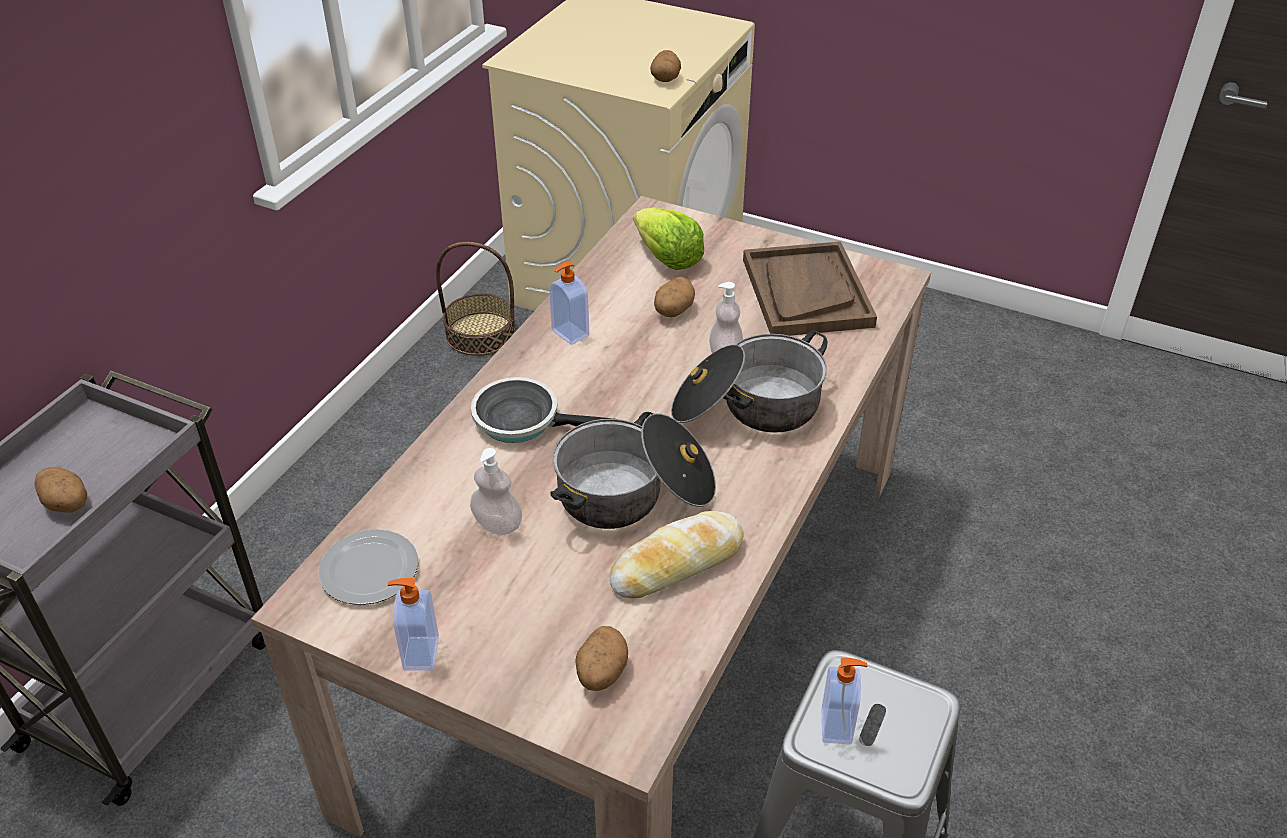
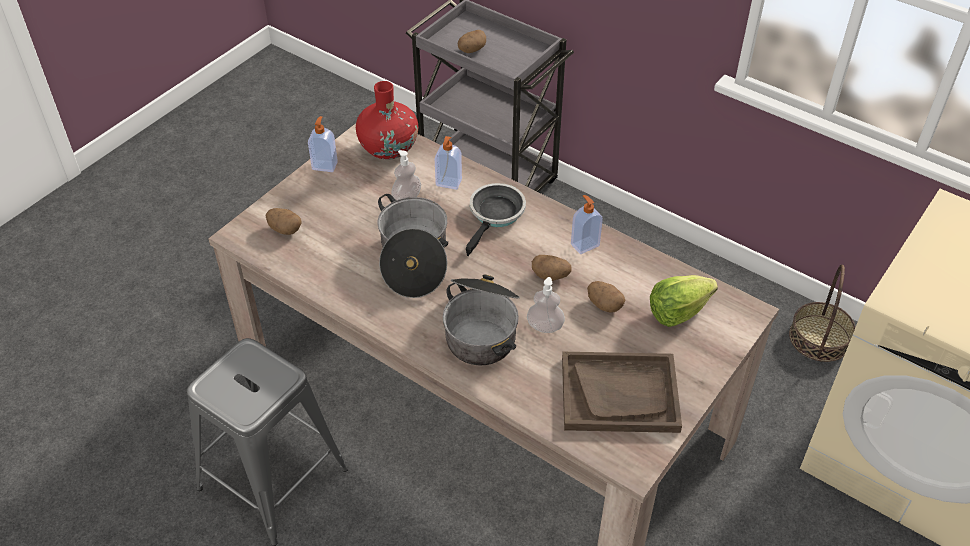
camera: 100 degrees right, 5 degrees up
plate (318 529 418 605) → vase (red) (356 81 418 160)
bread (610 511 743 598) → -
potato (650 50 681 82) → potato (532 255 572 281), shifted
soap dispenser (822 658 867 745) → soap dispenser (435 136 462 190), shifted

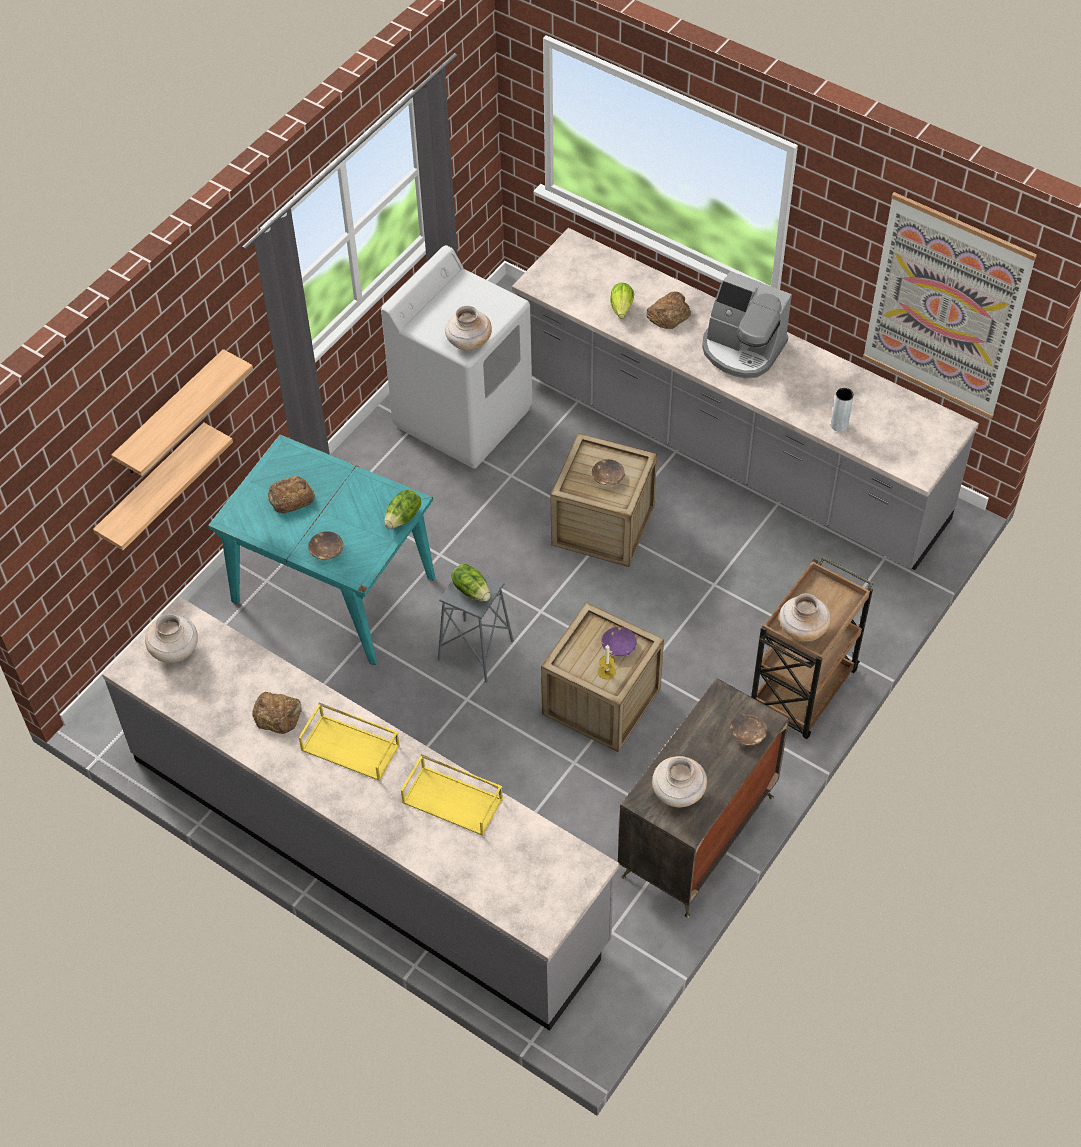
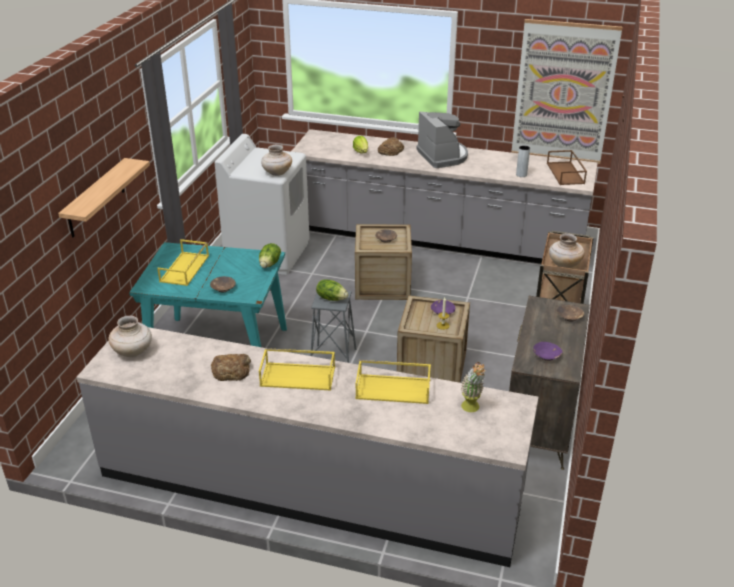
camera: 20 degrees left, 20 degrees down
shelf (93 422 233 550) → -
bread (268 476 315 513) → tray (yellow) (157 239 209 286)
vase (beige) (652 756 707 807) → bowl (purple) (533 342 562 361)
coffee machine (702 271 792 379) → coffee machine (416 111 468 168), 120 degrees counterclockwise
- → potted plant (460 362 486 412)
- → tray (brown) (547 150 587 185)

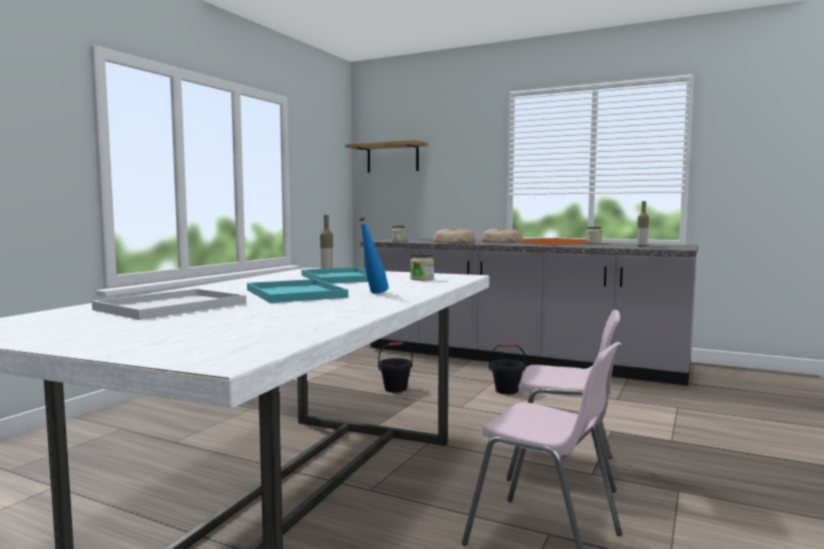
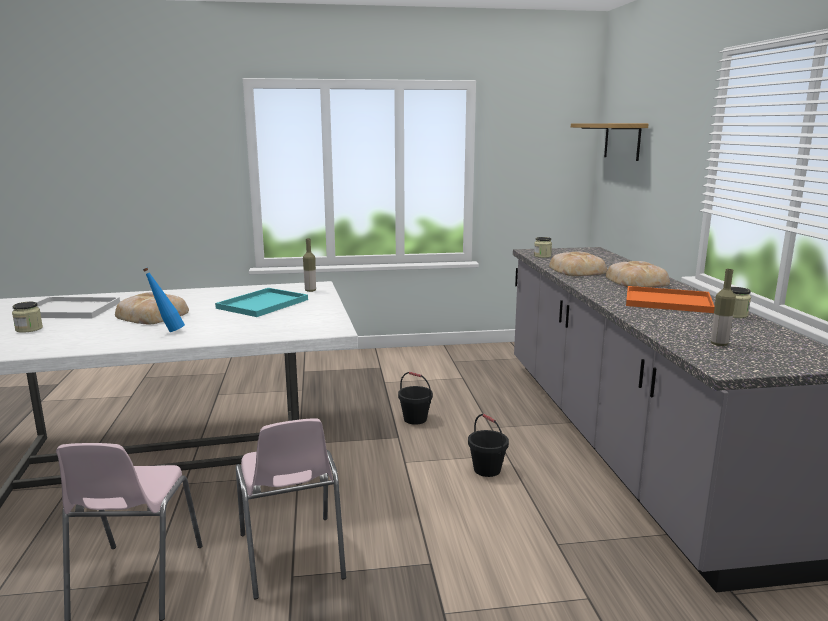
camera: 55 degrees right, 10 degrees up
tray (turquoise) (247 279 348 303) → bread (115 292 189 324)
jar (410 253 434 281) → jar (12 302 43 333), shifted

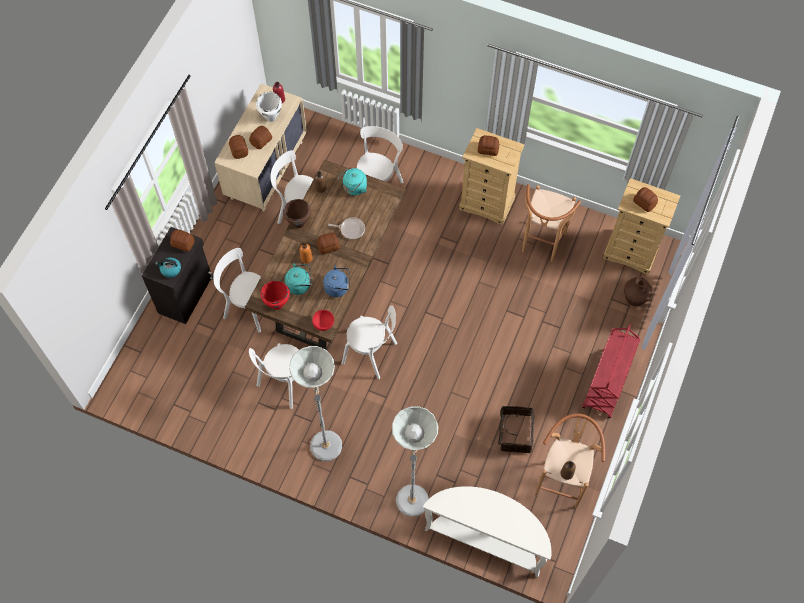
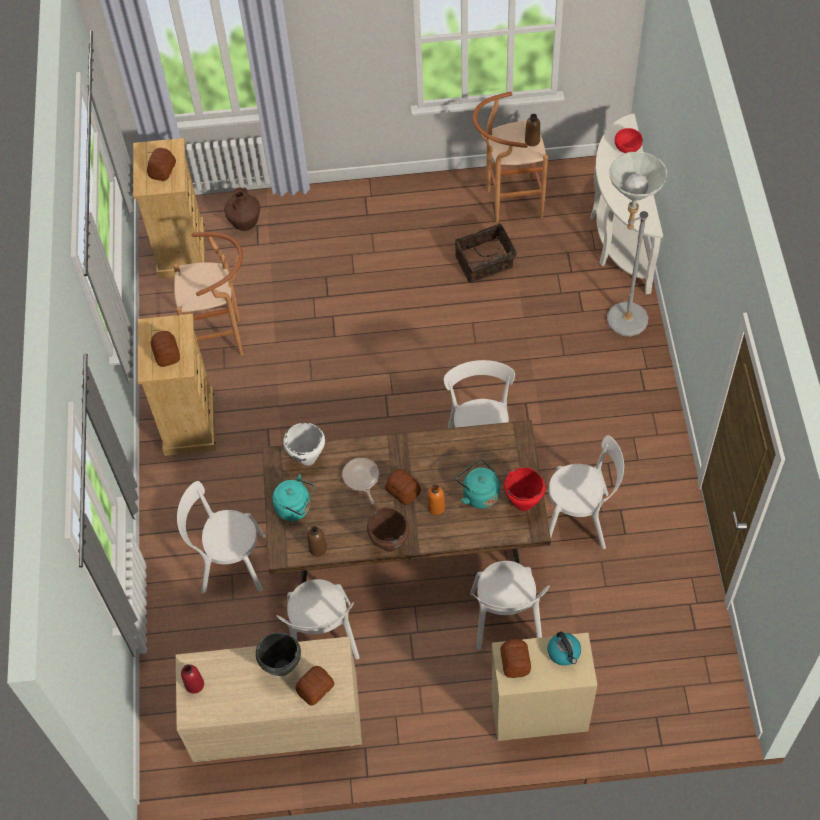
camera: 115 degrees left, 5 degrees down
cabinet (black) (142 227 213 324) → cabinet (beige) (491 633 597 741)
bread (249 126 272 149) → cooking pot (black) (256 633 301 676)
cooking pot (white) (256 92 282 122) → cooking pot (white) (283 423 325 466), shifted
floor lamp (grey) (289 346 342 461) → -
bowl (red) (312 310 334 331) → bowl (red) (614 128 643 153), shifted
kettle (blue) (323 265 350 297) → -
cart (red) (582 324 641 418) → -

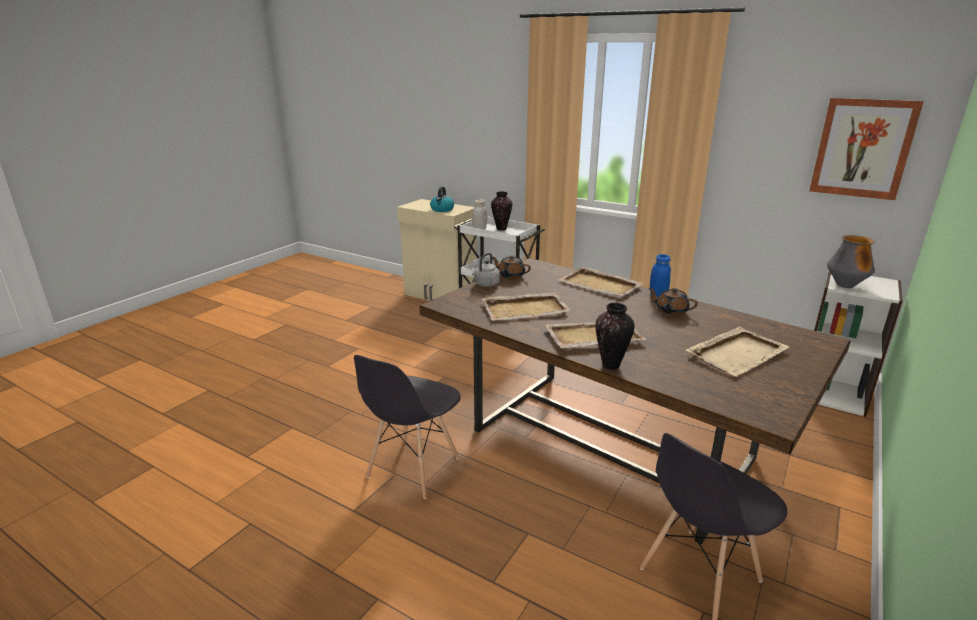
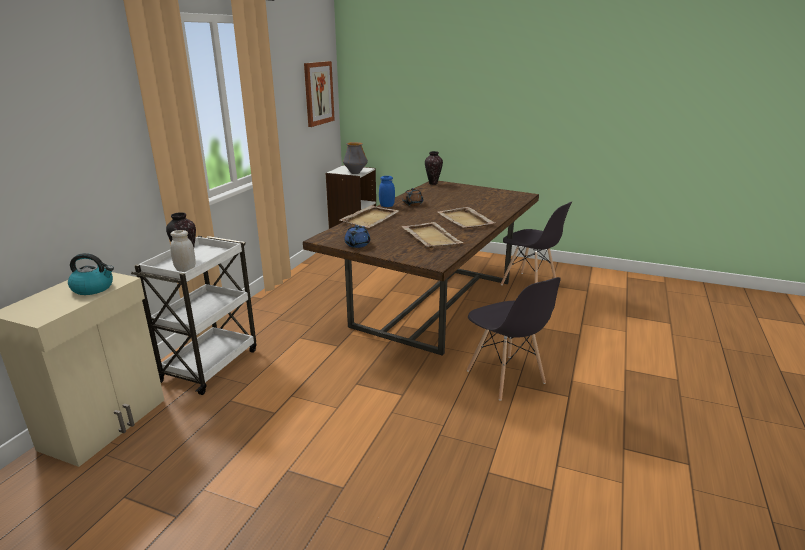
camera: 100 degrees left, 0 degrees up
chair (grey) (354 355 461 499) → chair (grey) (467 277 561 401), 45 degrees clockwise
kettle (grey) (472 253 500 287) → -
teapot (brown) (492 255 531 279) → teapot (blue) (344 225 370 248)
vase (595 303 635 370) → vase (425 151 443 185), shifted
tray (beige) (686 327 789 377) → -

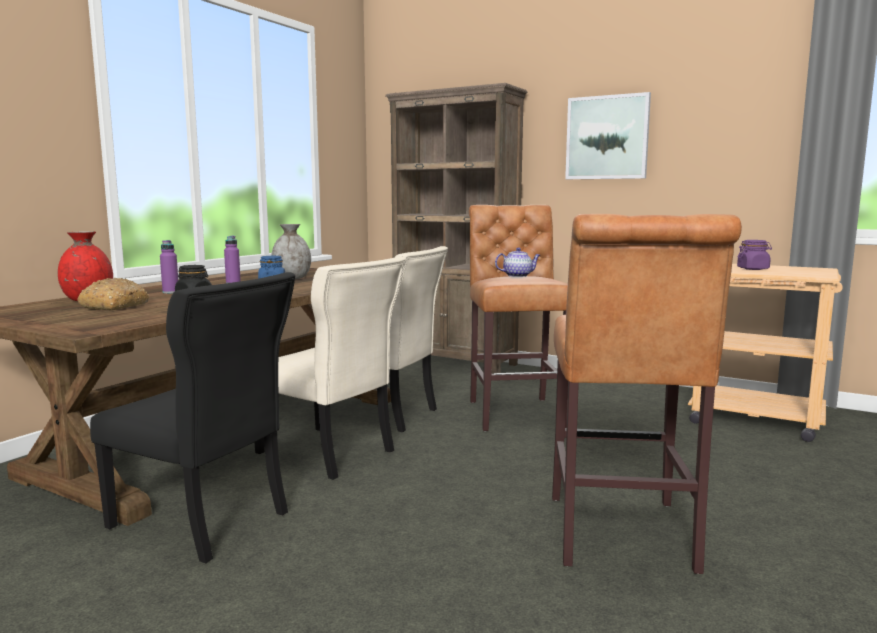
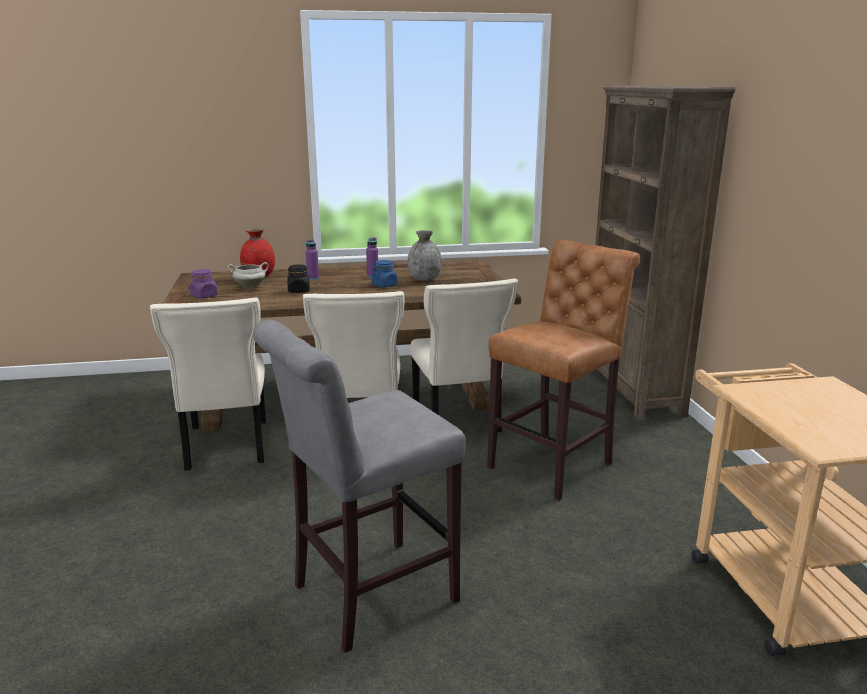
camera: 50 degrees right, 10 degrees up
bread (77 278 149 310) → cooking pot (white) (228 262 269 288)
chair (black) (90 272 295 563) → chair (beige) (150 298 266 471)
teapot (495 248 540 277) → -
stool (brown) (552 214 742 574) → stool (grey) (253 320 466 653)
picture (565 92 651 179) → -
jar (purple) (737 240 772 270) → jar (purple) (190 269 218 298), shifted

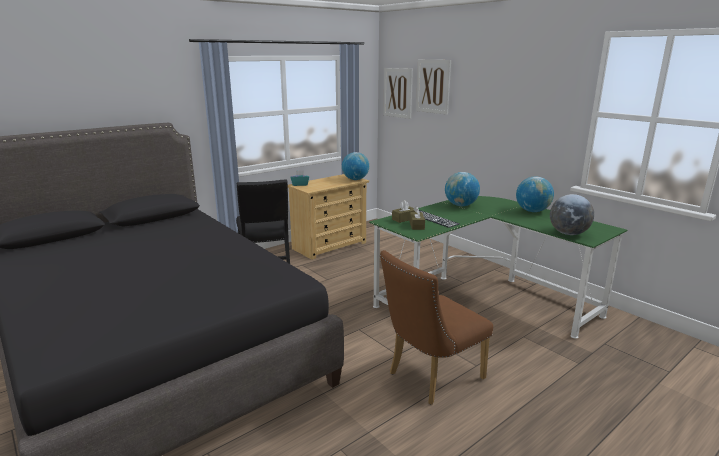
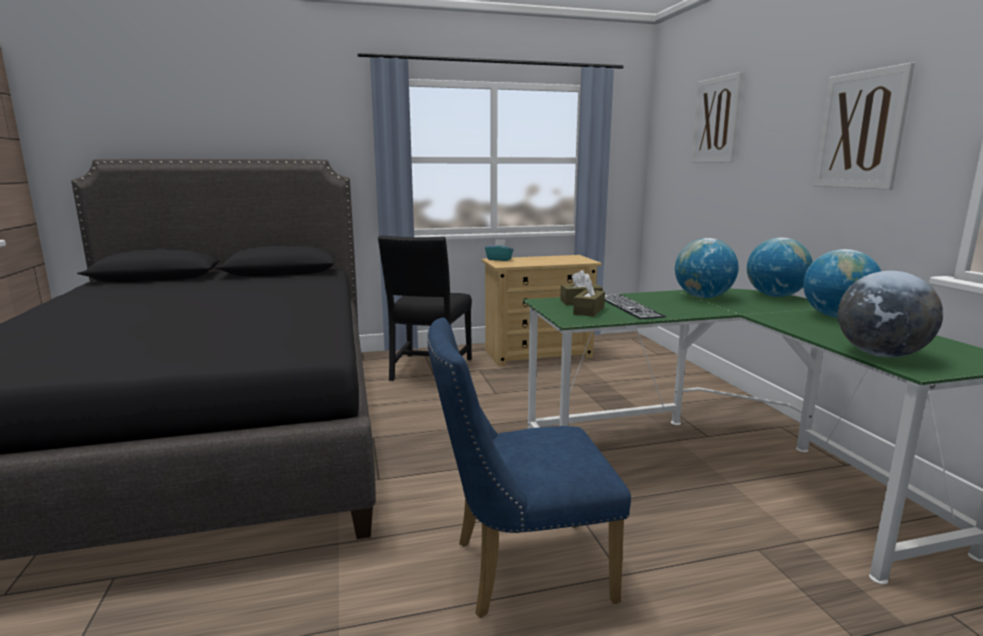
camera: 25 degrees right, 5 degrees down
globe (342 152 369 180) → globe (747 237 813 297), shifted
chair (brown) (380 250 493 405) → chair (blue) (427 318 631 618)
picture (383 68 413 119) → picture (814 62 915 190), shifted

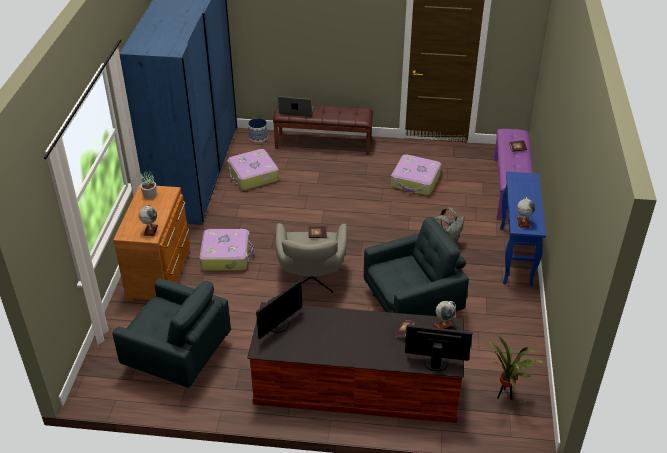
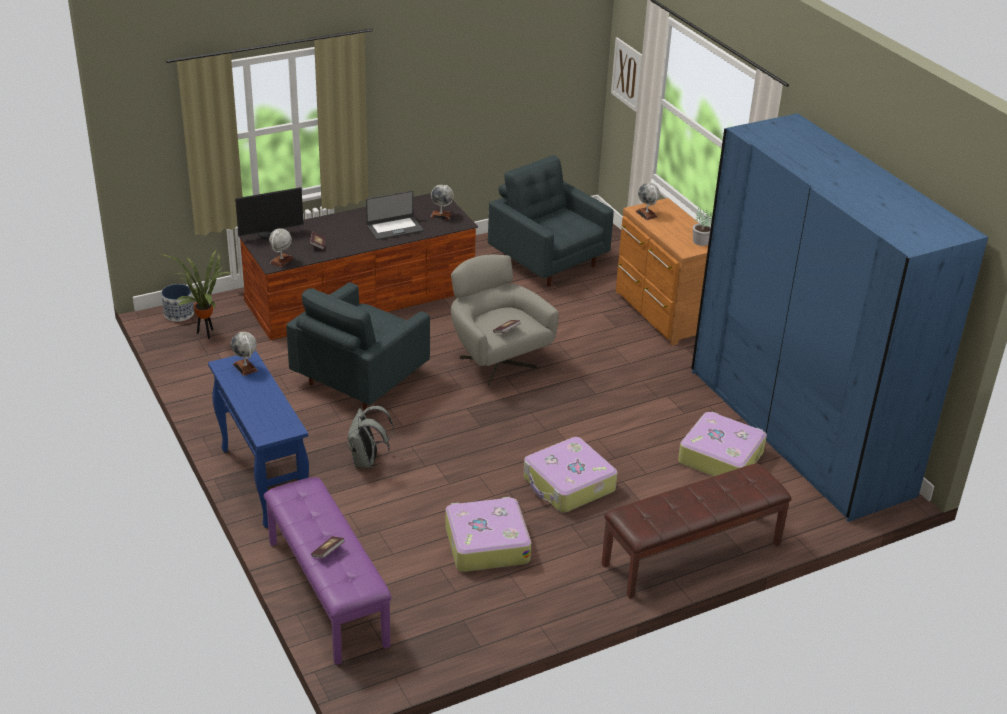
camera: 145 degrees right, 5 degrees down
armchair (grey) (112 278 231 388) → armchair (grey) (488 155 614 287), 60 degrees clockwise
suitcase (200 229 254 271) → suitcase (523 437 617 513), shifted
planter (248 118 268 142) → planter (161 284 194 322), shifted
monitor (256 279 302 339) → globe (430 185 454 220)
laptop (278 96 315 117) → laptop (366 191 424 240), shifted
- → picture (611 37 642 112)

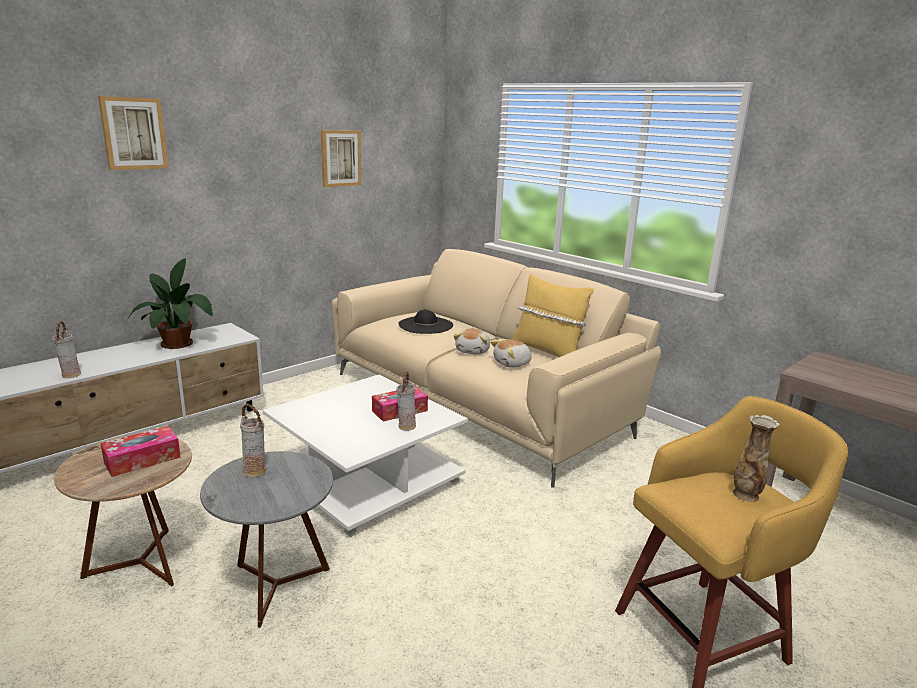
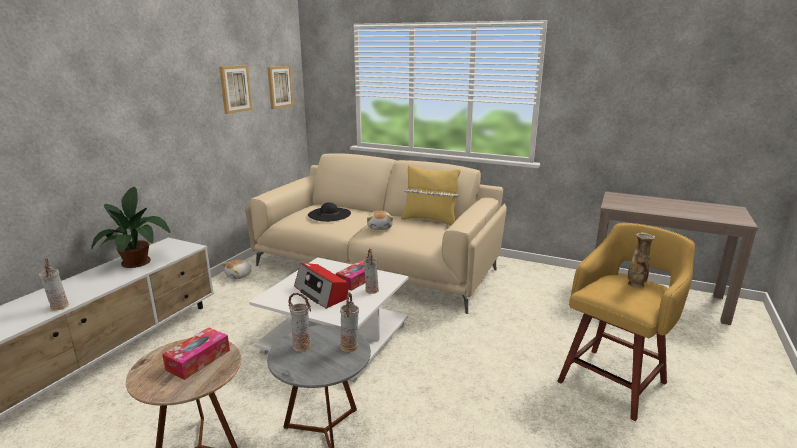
camera: 20 degrees left, 0 degrees up
picture (98 96 168 170) → picture (267 66 293 109), shifted
plush toy (490 339 532 368) → plush toy (221 260 252 280), shifted
- → radio (294 263 348 309)
- → vase (340 292 359 352)

